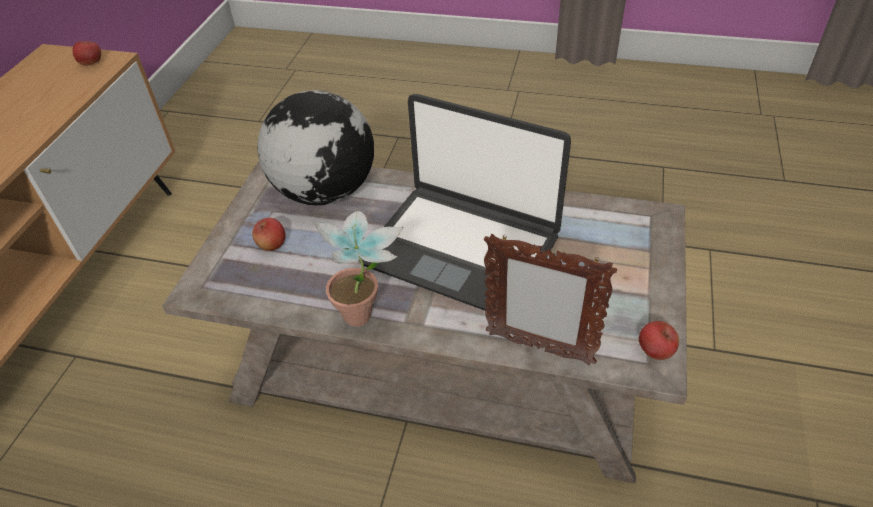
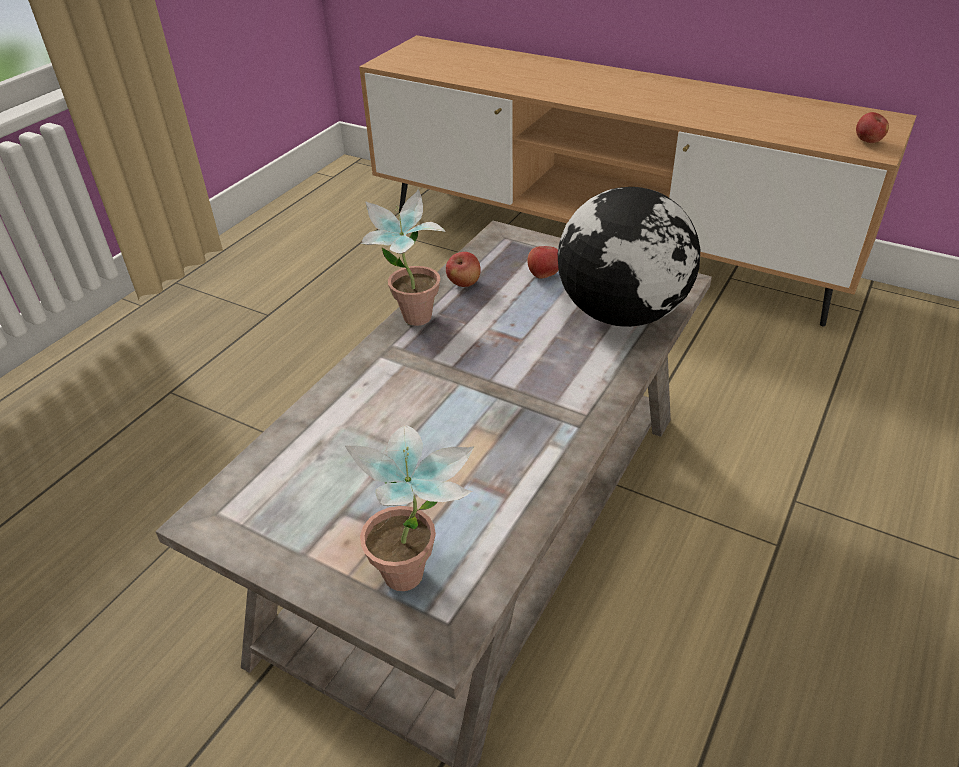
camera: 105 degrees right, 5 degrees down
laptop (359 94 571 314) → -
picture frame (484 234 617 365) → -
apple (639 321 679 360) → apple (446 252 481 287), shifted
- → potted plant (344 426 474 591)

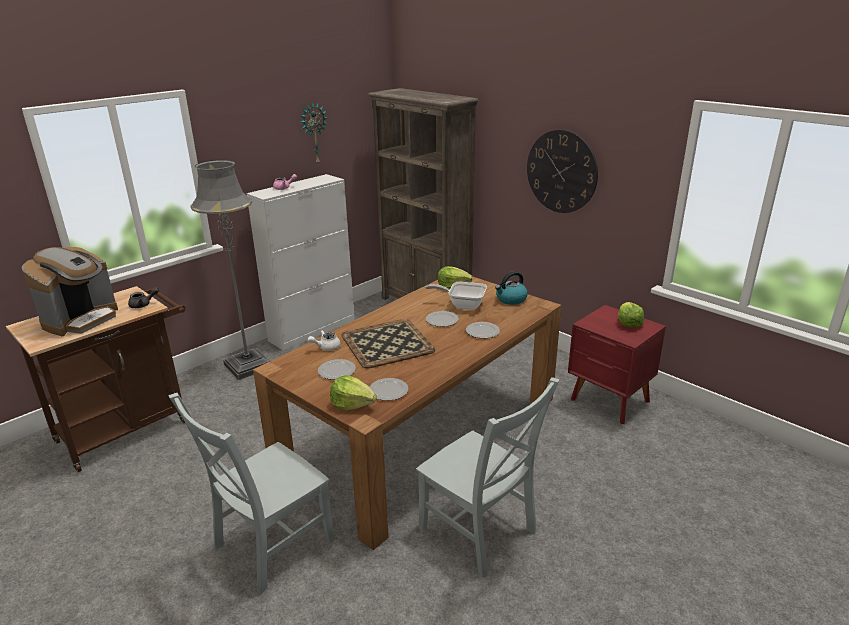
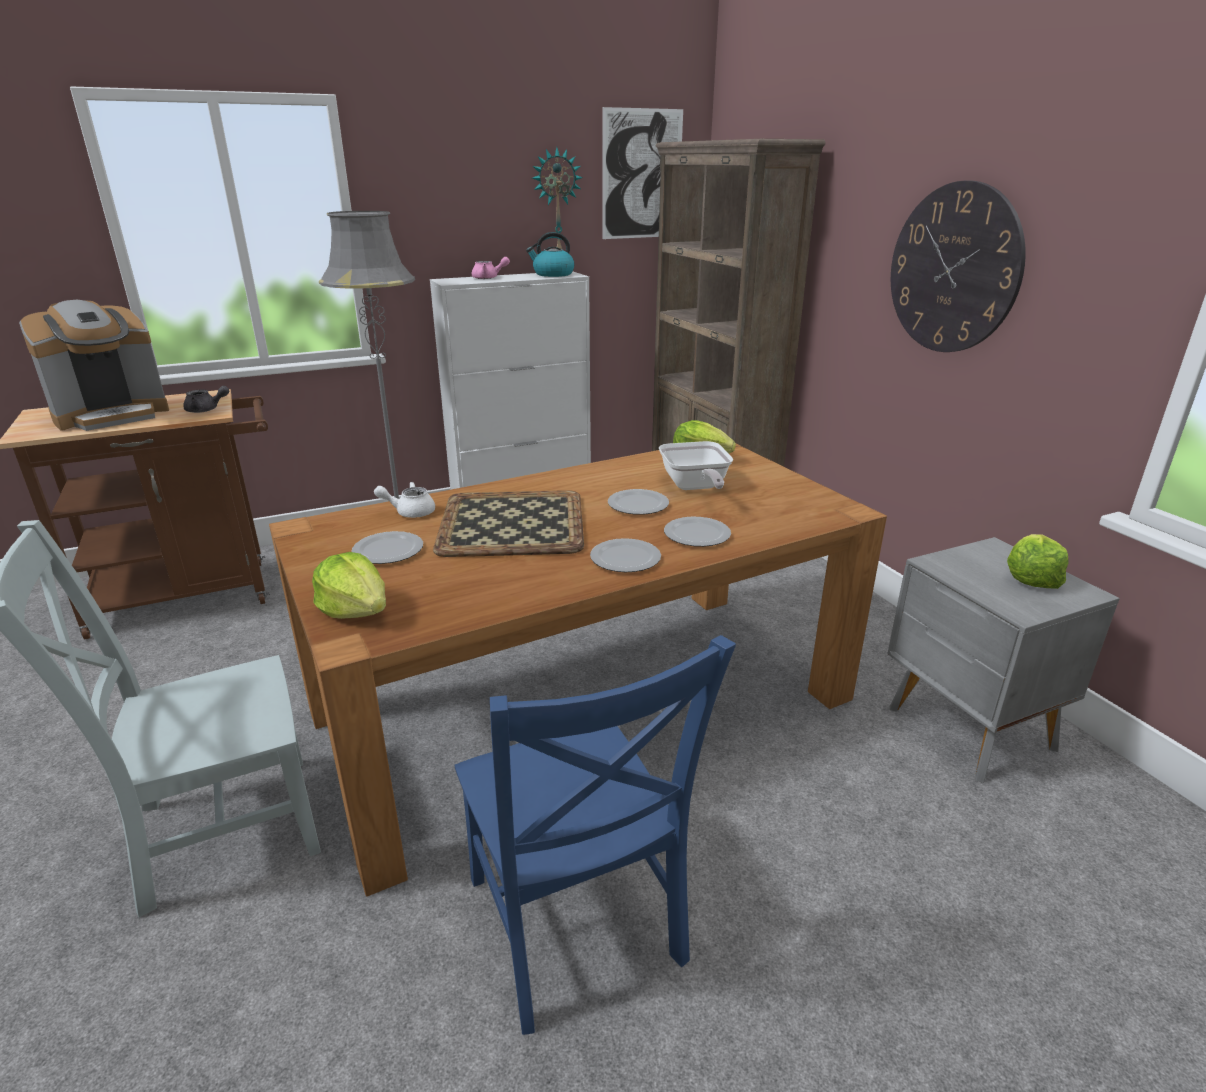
camera: 20 degrees right, 0 degrees up
plate (370 378 408 401) → plate (590 538 661 572), shifted
chair (grey) (416 377 560 578) → chair (blue) (454 635 736 1035)
frying pan (425 282 487 310) → frying pan (659 441 733 490), 135 degrees counterclockwise
kettle (495 271 528 305) → kettle (526 232 574 277), shifted
nightstand (red) (568 305 666 424) → nightstand (grey) (888 537 1120 783)
- → picture (603 107 683 239)

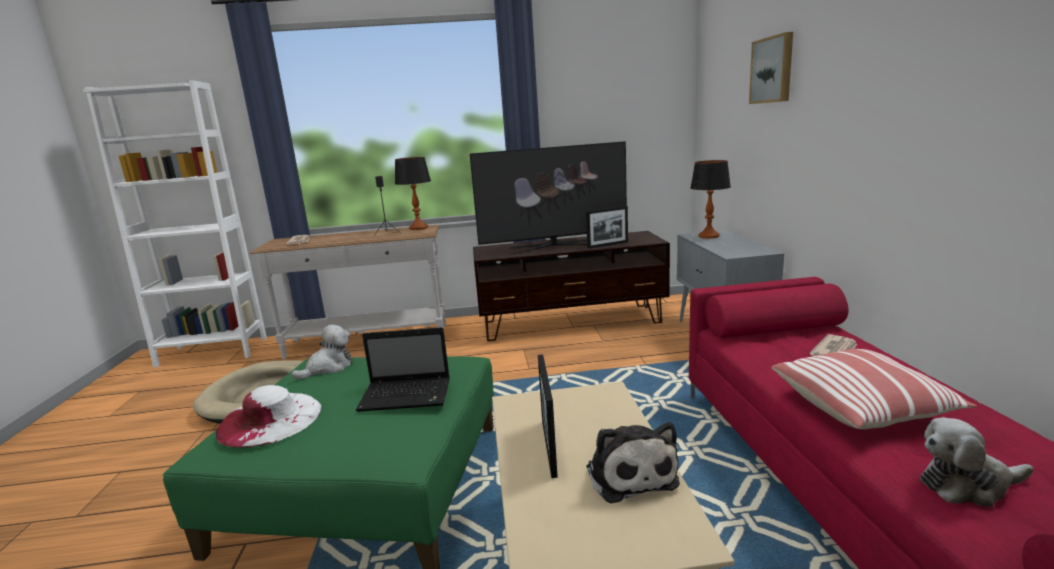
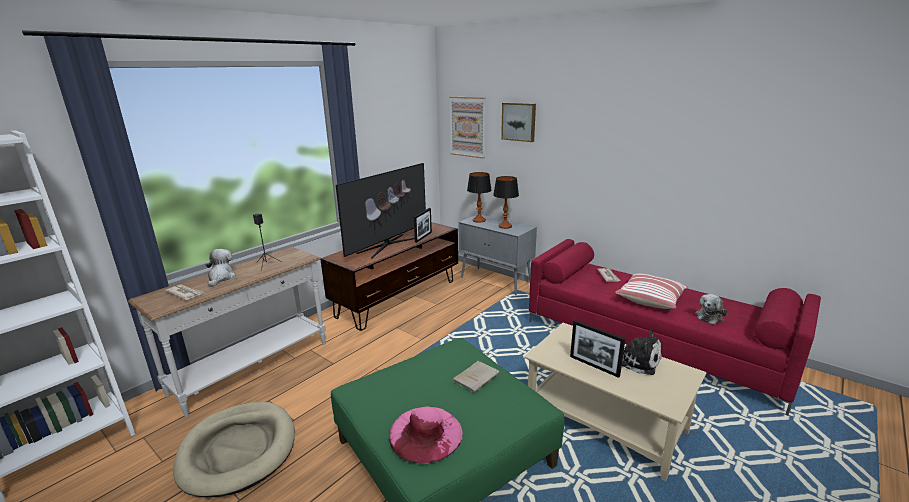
camera: 45 degrees left, 5 degrees up
hat (white) (216 385 322 448) → hat (pink) (389 406 463 464)
plush toy (292 325 352 380) → plush toy (206 249 236 287), shifted
laptop (356 327 450 412) → book (beige) (453 361 499 393)
table lamp (395 157 431 230) → table lamp (493 176 519 229), shifted
- → picture (449 96 485 159)

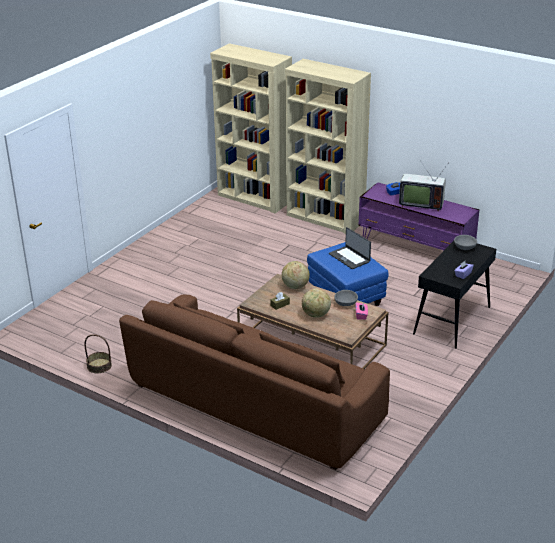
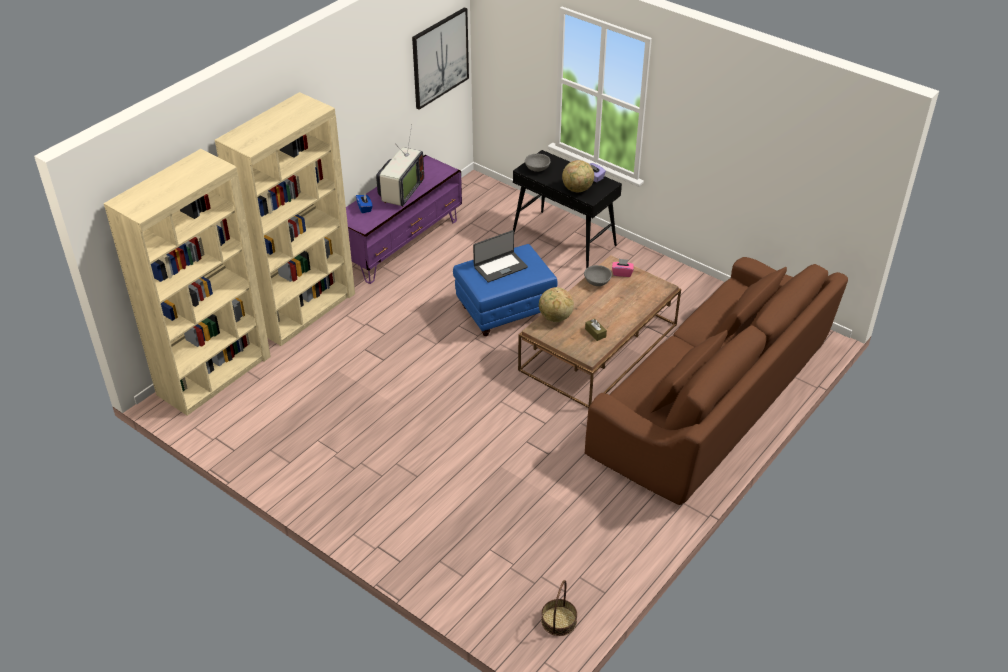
camera: 85 degrees left, 10 degrees up
basket (84 334 112 374) → basket (541 580 577 636), shifted
globe (302 289 331 318) → globe (562 160 594 192), shifted
- → picture (412 7 469 110)

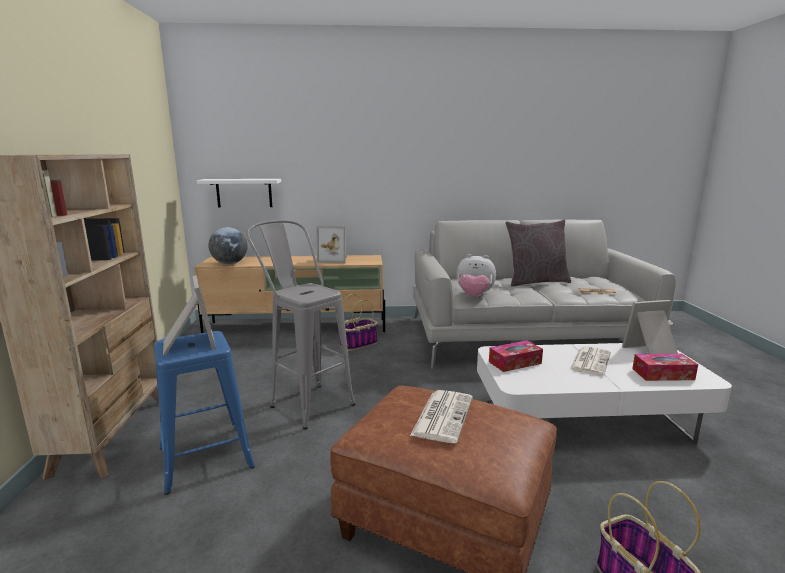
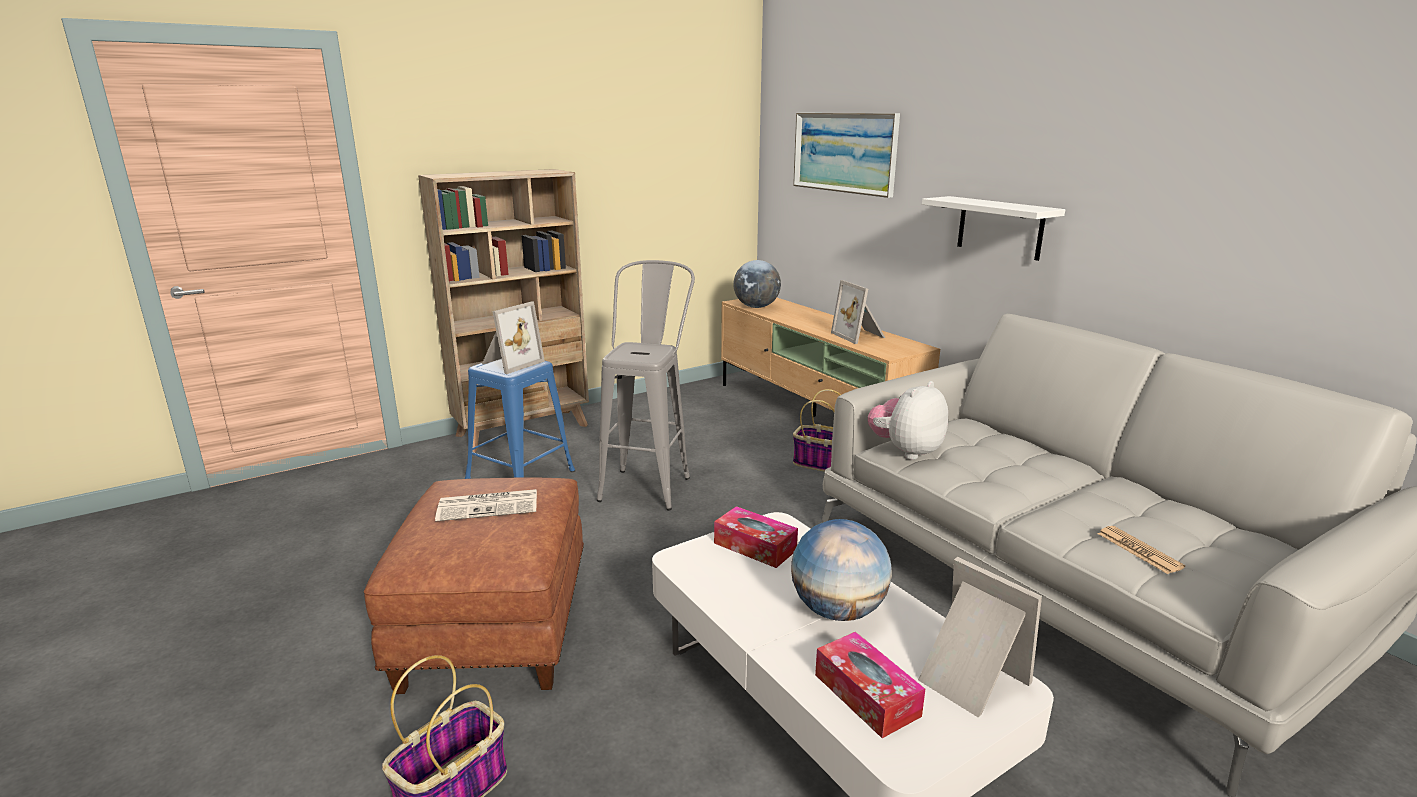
camera: 60 degrees right, 5 degrees up
shelf (white) (197 179 281 208) → shelf (white) (922 196 1065 261), shifted
plush toy (456 254 496 296) → plush toy (868 381 948 460), 60 degrees clockwise
pillow (grey) (505 219 571 287) → -
newspaper (570 346 611 376) → globe (791 519 892 621)
- → picture (793 113 900 198)

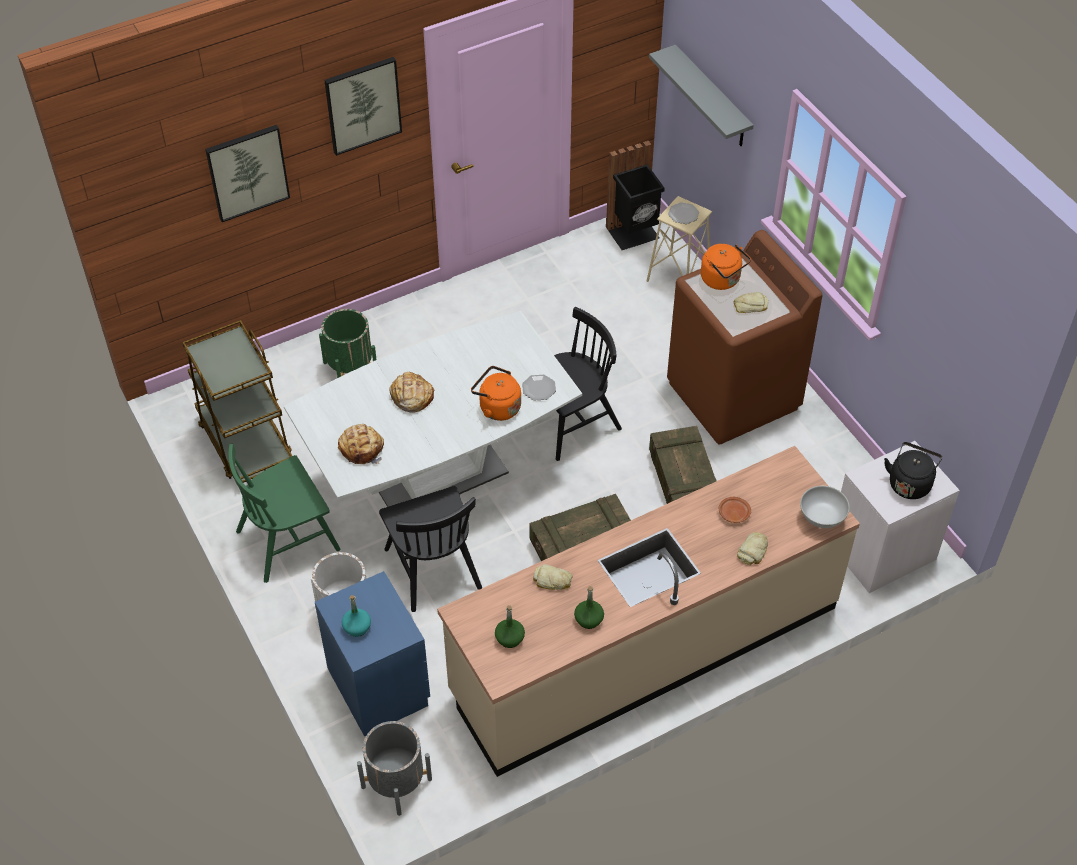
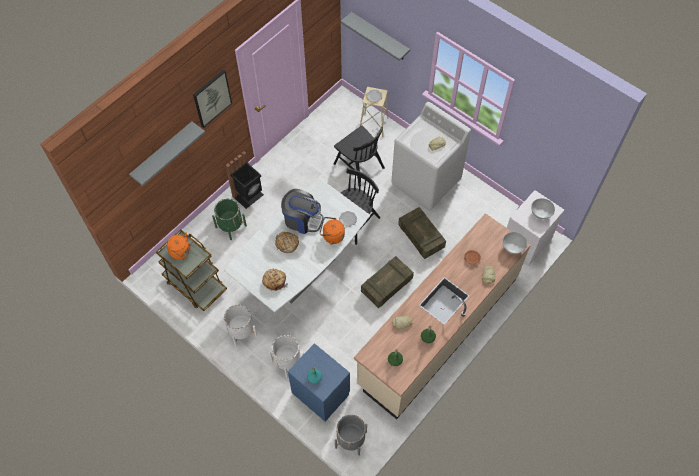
camera: 20 degrees left, 10 degrees up
picture (205 125 290 222) → shelf (grey) (129 121 205 186)
chair (green) (229 444 340 583) → planter (white) (223 305 257 346)
chair (black) (379 486 482 612) → chair (black) (334 125 385 186), shifted
trash can (black) (606 141 665 250) → trash can (black) (225 151 264 209), shifted
washing machine (brown) (667 230 822 445) → washing machine (white) (391 102 471 211)
kettle (orange) (701 244 751 290) → kettle (orange) (167 232 193 260), shifted
kettle (black) (884 442 942 499) → bowl (white) (531 198 555 219)
- → coffee machine (281 189 323 234)

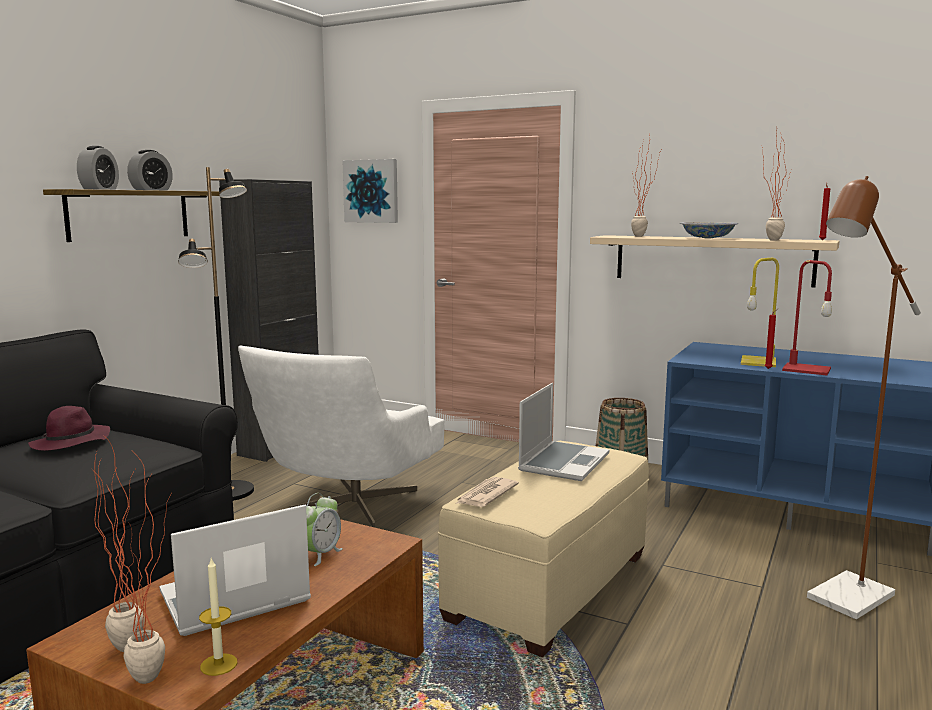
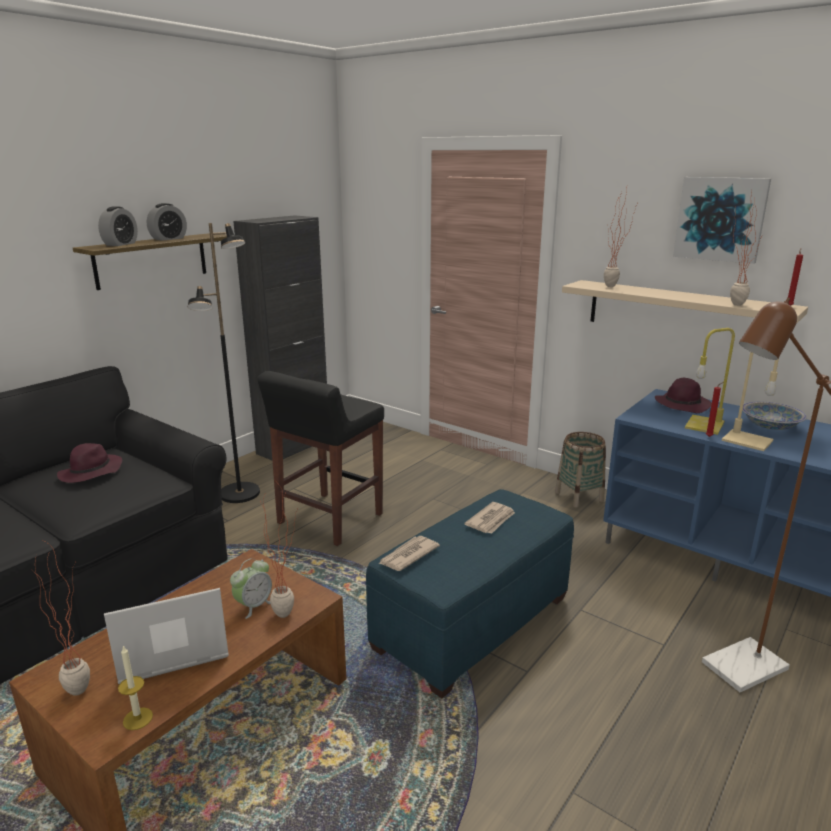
camera: 10 degrees right, 10 degrees up
potted plant (106 453 171 684) → potted plant (260 485 297 618), shifted
armchair (white) (238 346 444 528) → stool (black) (257 371 384 546)
picture (342 159 398 223) → picture (673 177 771 264), shifted
ottoman (beige) (438 441 649 657) → ottoman (blue) (365 489 574 698)
laptop (518 383 609 481) → newspaper (464 502 515 534)
bowl (680 222 738 238) → bowl (742 402 807 430), shifted
table lamp (red) (782 260 832 375) → table lamp (beige) (722 352 779 451)
- → hat (purple) (655 378 712 413)

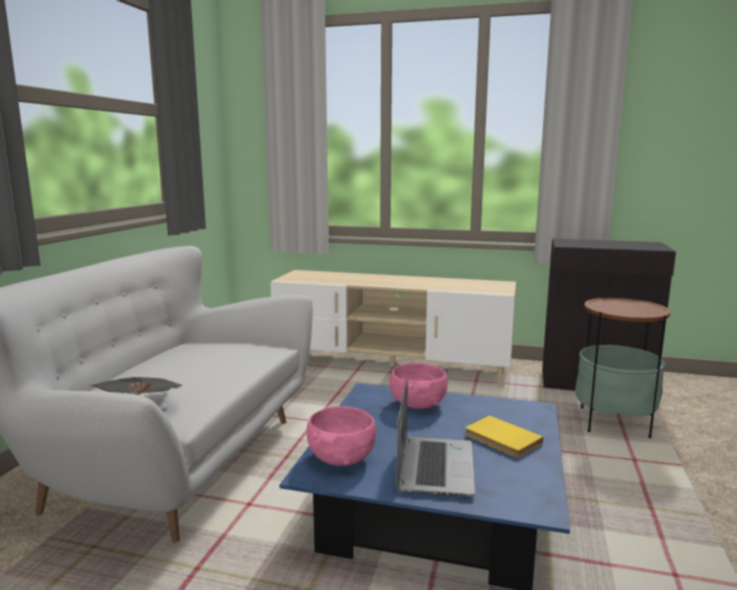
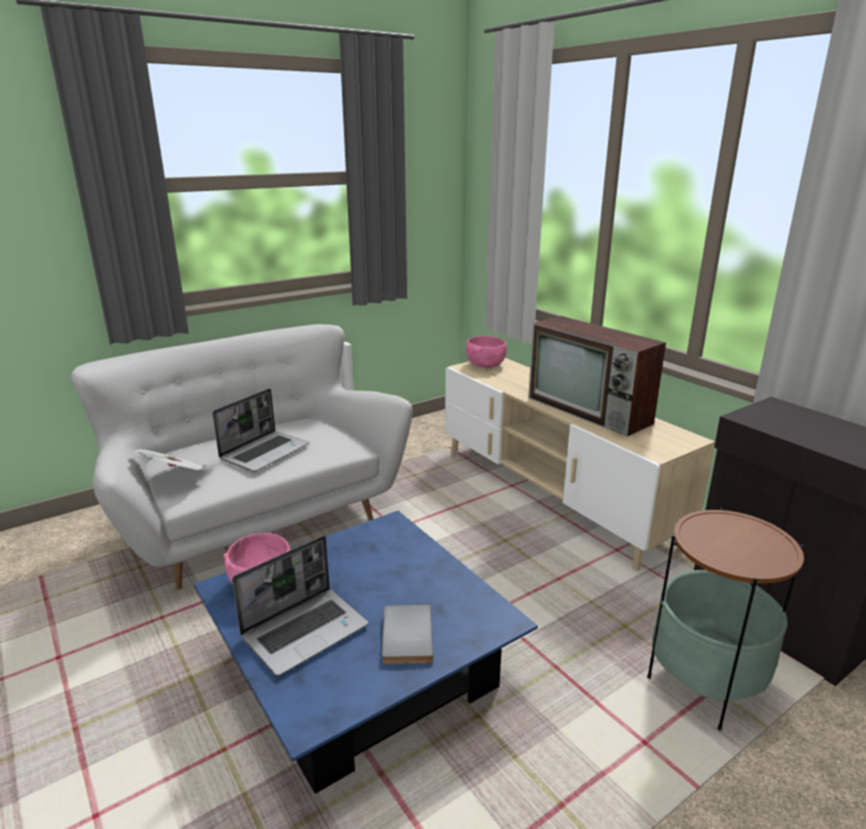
camera: 40 degrees right, 10 degrees up
bowl (pink) (389 363 448 409) → bowl (pink) (466 336 507 368), shifted
book (yellow) (465 416 544 458) → book (grey) (382 605 433 664)
- → laptop (212 388 309 471)
- → television (528 316 666 436)

